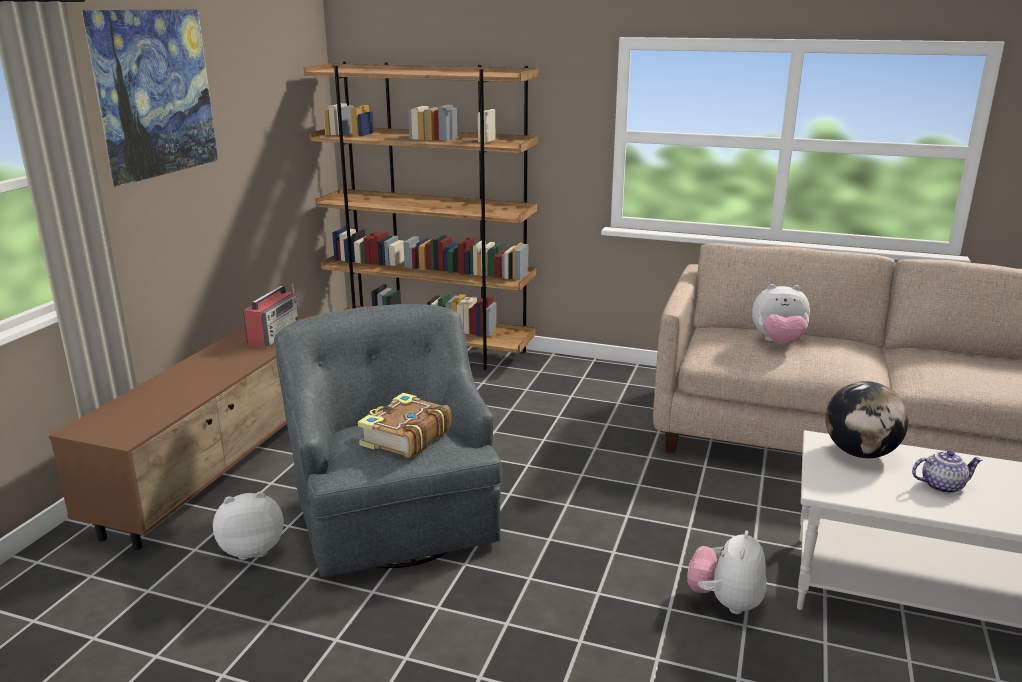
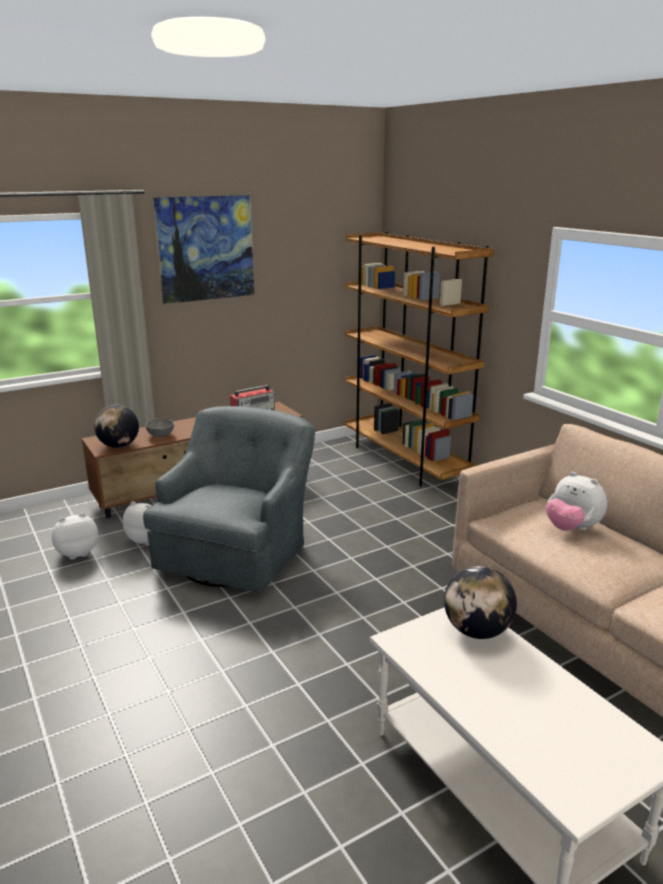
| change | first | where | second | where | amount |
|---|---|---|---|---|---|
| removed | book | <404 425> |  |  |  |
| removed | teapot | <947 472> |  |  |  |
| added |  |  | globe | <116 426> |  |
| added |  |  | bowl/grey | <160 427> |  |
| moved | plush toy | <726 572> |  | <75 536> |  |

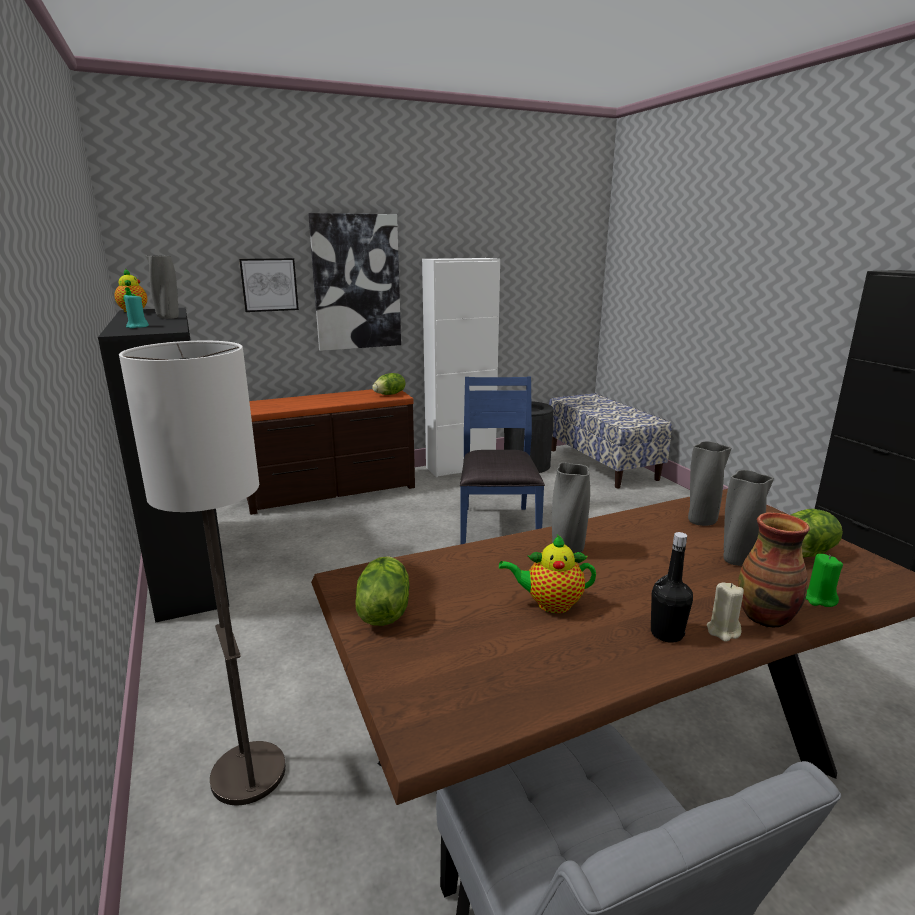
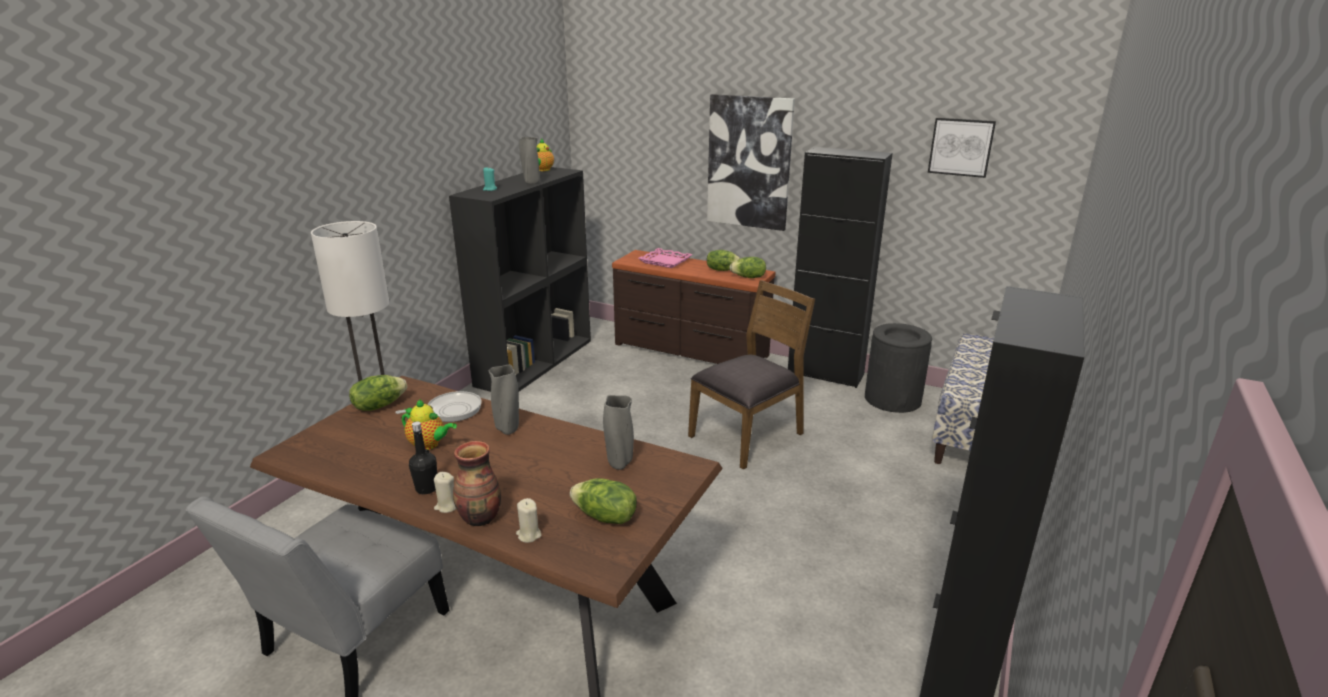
| change | first | where | second | where | amount |
|---|---|---|---|---|---|
| removed | vase/grey | <748 518> |  |  |  |
| added |  |  | frying pan | <438 406> |  |
| added |  |  | tray/pink | <665 258> |  |
| added |  |  | lettuce | <724 260> |  |
| moved | picture | <269 285> |  | <962 148> |  |
| recoloured | cabinet/white | <461 367> | cabinet/black | <840 267> |  |
| recoloured | chair/blue | <502 461> | chair/brown | <751 375> |  |
| recoloured | candle/green | <824 580> | candle/beige | <528 520> |  |
| turned | teapot | <547 573> |  | <429 424> | 150 degrees clockwise |

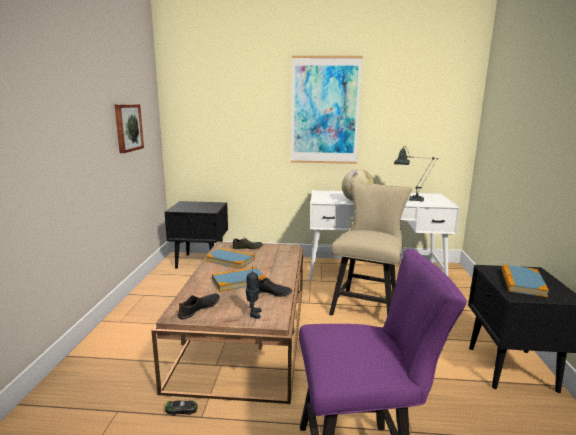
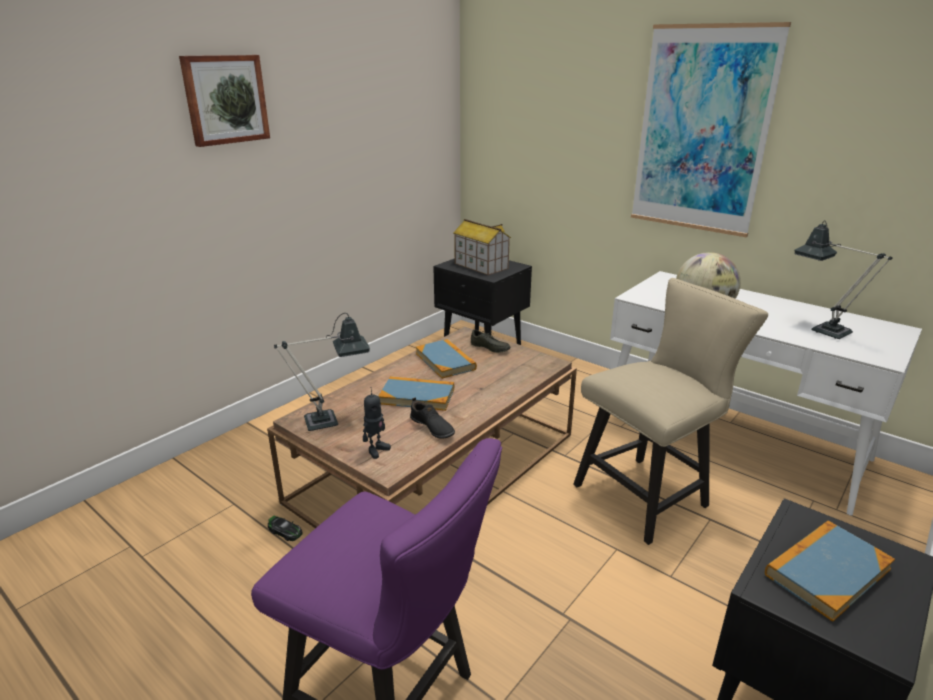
| change | first | where | second | where | amount |
|---|---|---|---|---|---|
| added |  |  | toy house | <482 247> |  |
| moved | picture | <129 128> |  | <224 101> |  |
| replaced | shoe/black | <198 306> | table lamp | <322 372> |  |

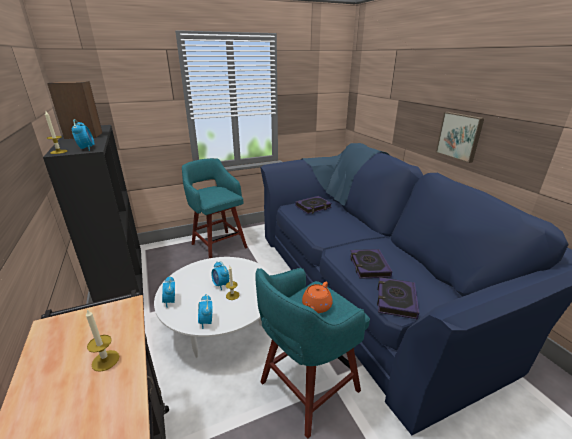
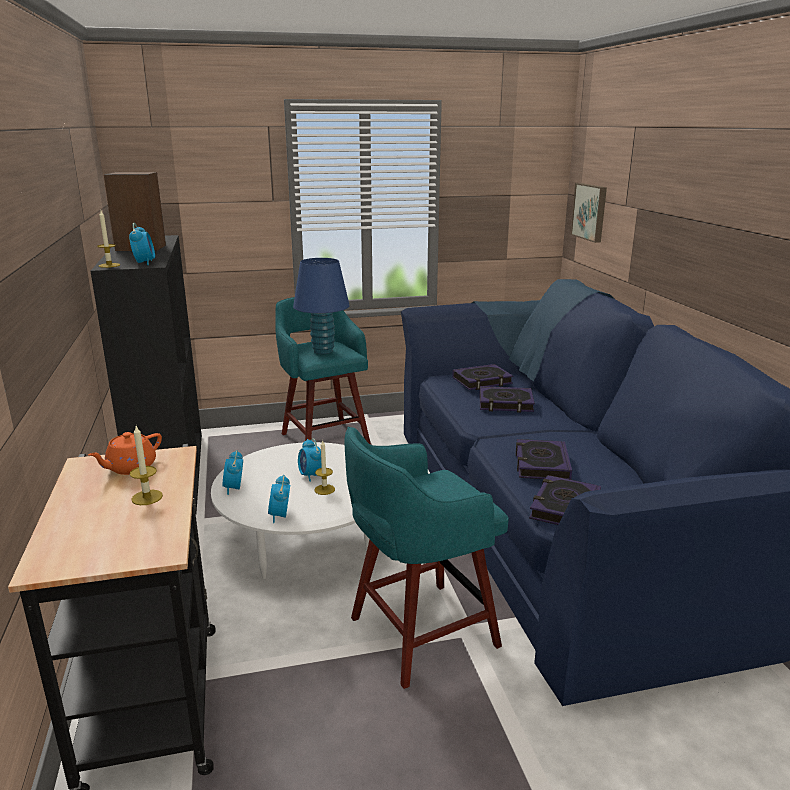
| change | first | where | second | where | amount |
|---|---|---|---|---|---|
| added |  |  | table lamp/blue | <321 306> |  |
| added |  |  | book | <507 399> |  |
| moved | teapot/orange | <317 297> |  | <125 453> |  |
| moved | picture | <460 137> |  | <588 213> |  |

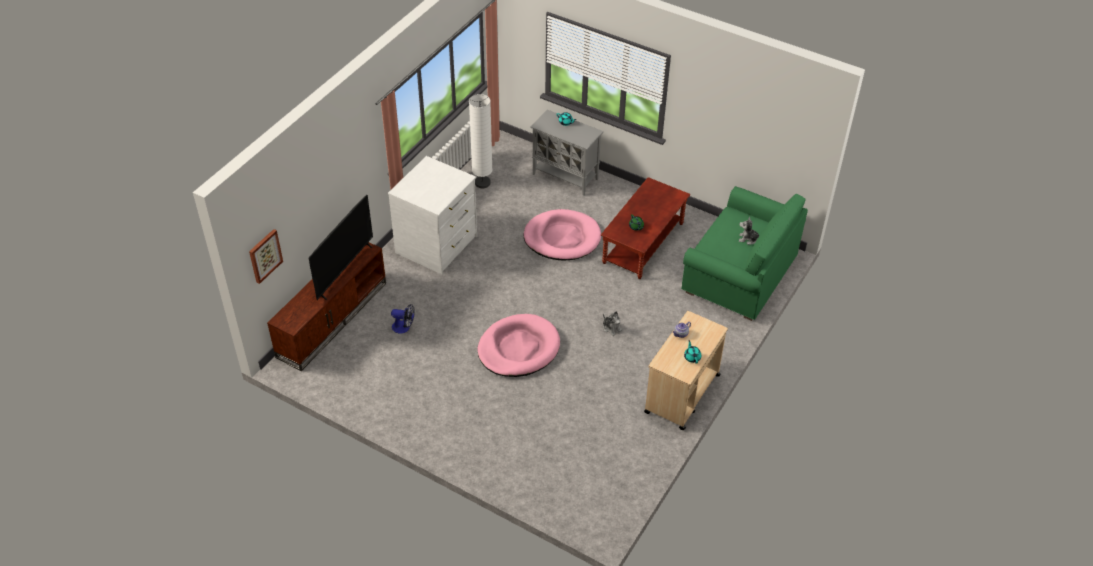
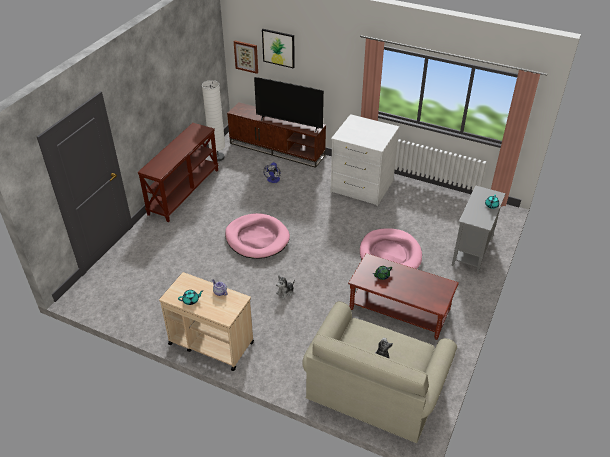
| change | first | where | second | where | amount |
|---|---|---|---|---|---|
| added |  |  | console table/brown | <177 172> |  |
| added |  |  | picture | <278 49> |  |
| moved | floor lamp/white | <481 141> |  | <213 120> |  |
| recoloured | sofa/green | <744 253> | sofa/beige | <379 372> |  |

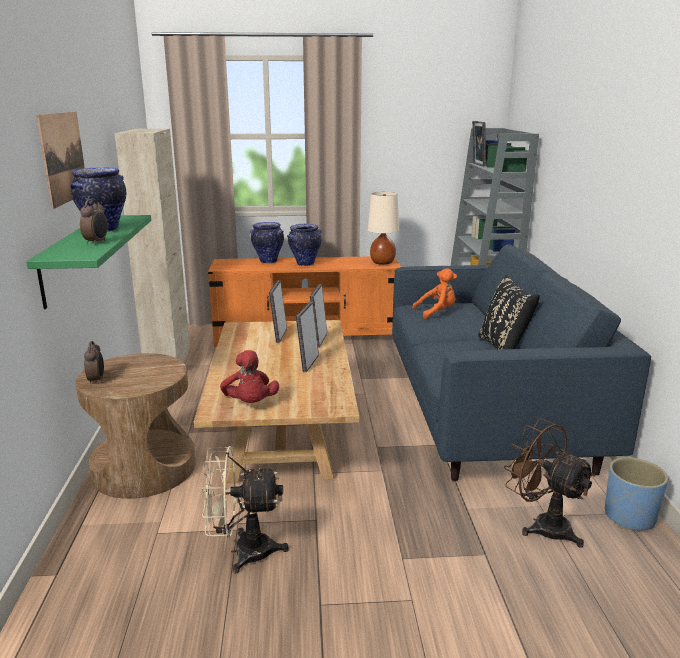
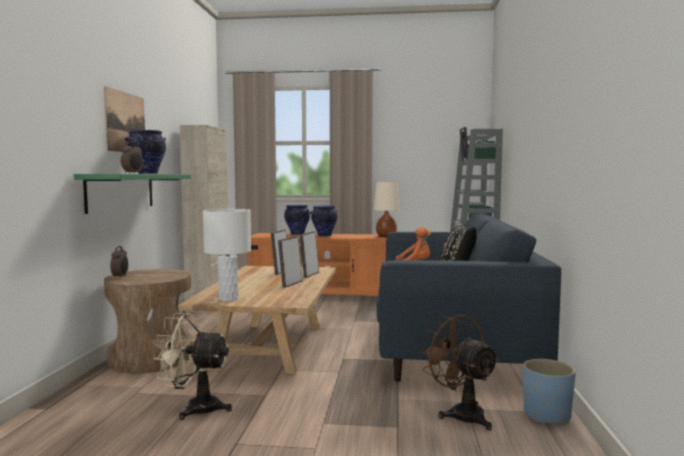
| change | first | where | second | where | amount |
|---|---|---|---|---|---|
| replaced | plush toy/red | <249 376> | table lamp/white | <227 255> |  |

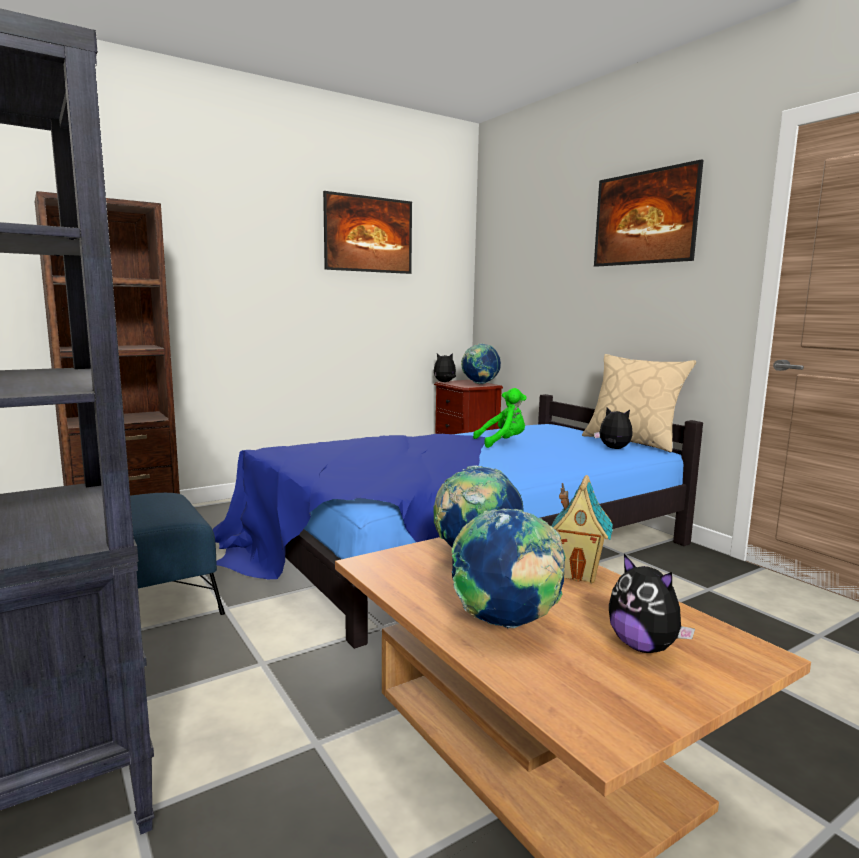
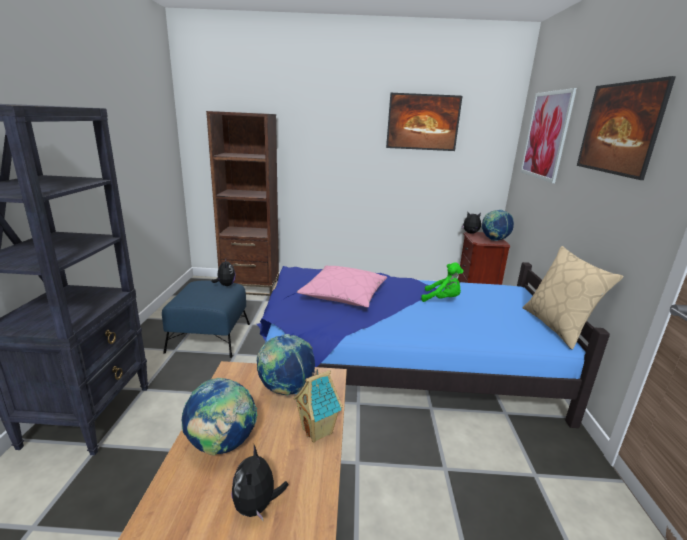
| change | first | where | second | where | amount |
|---|---|---|---|---|---|
| added |  |  | pillow/pink | <342 286> |  |
| added |  |  | picture | <548 135> |  |
| moved | plush toy | <613 428> |  | <224 272> |  |

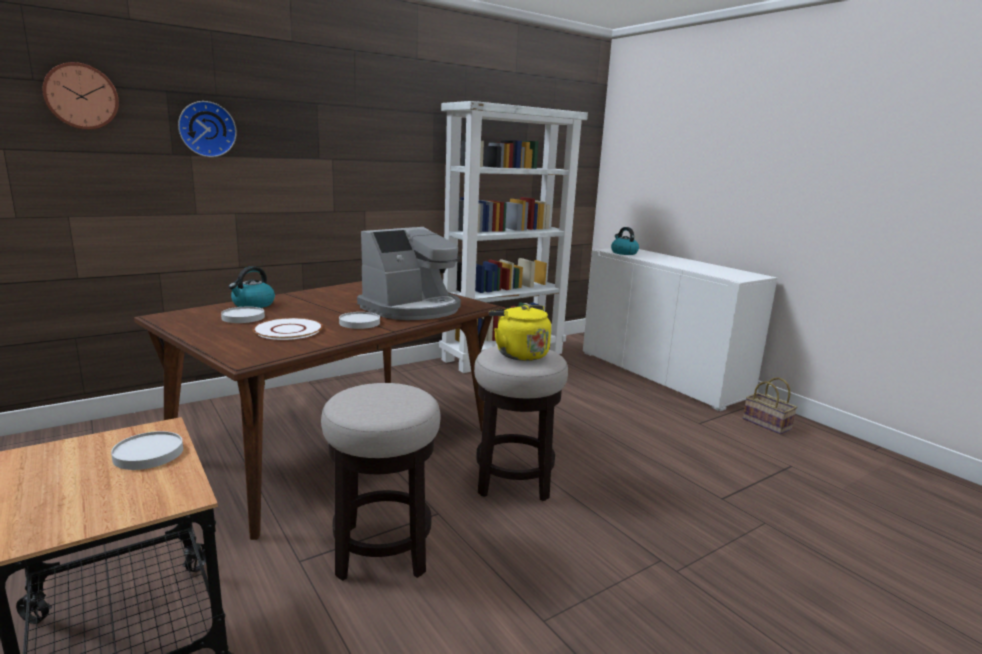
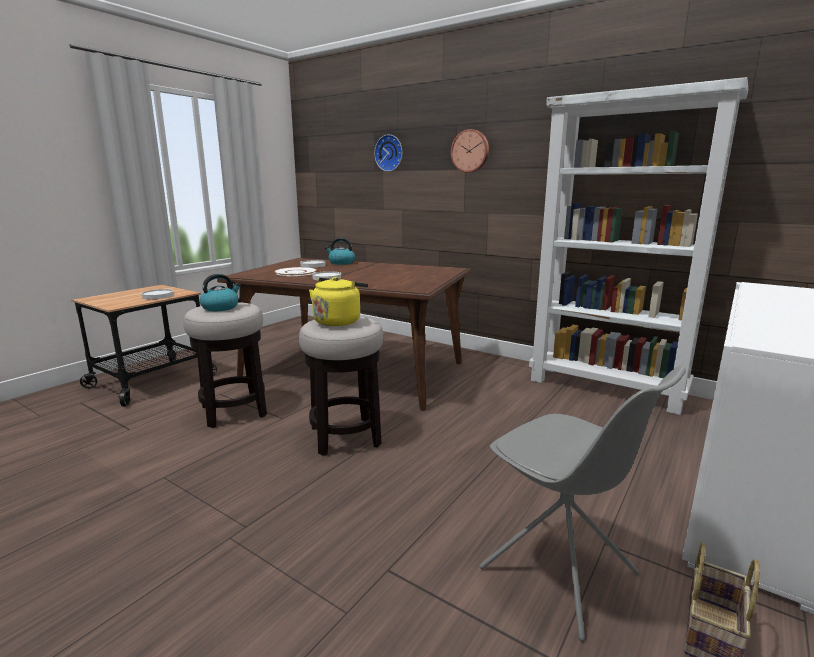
| change | first | where | second | where | amount |
|---|---|---|---|---|---|
| removed | coffee machine | <409 273> |  |  |  |
| added |  |  | chair/grey | <582 503> |  |
| moved | wall clock | <80 96> |  | <470 151> |  |
| moved | kettle | <625 241> |  | <220 292> |  |

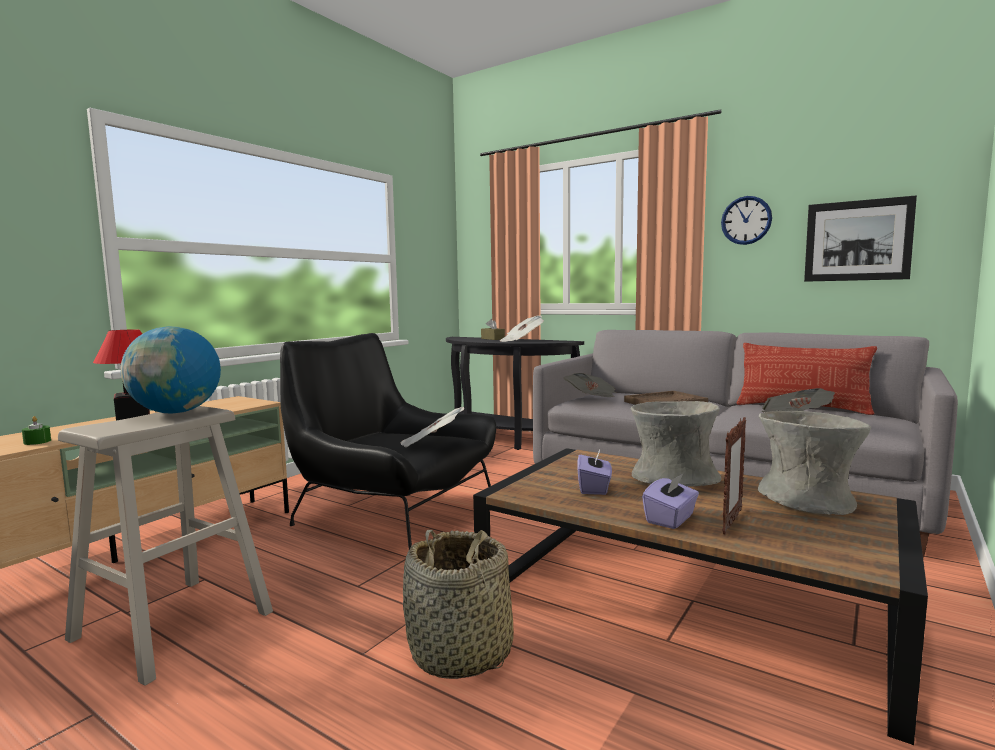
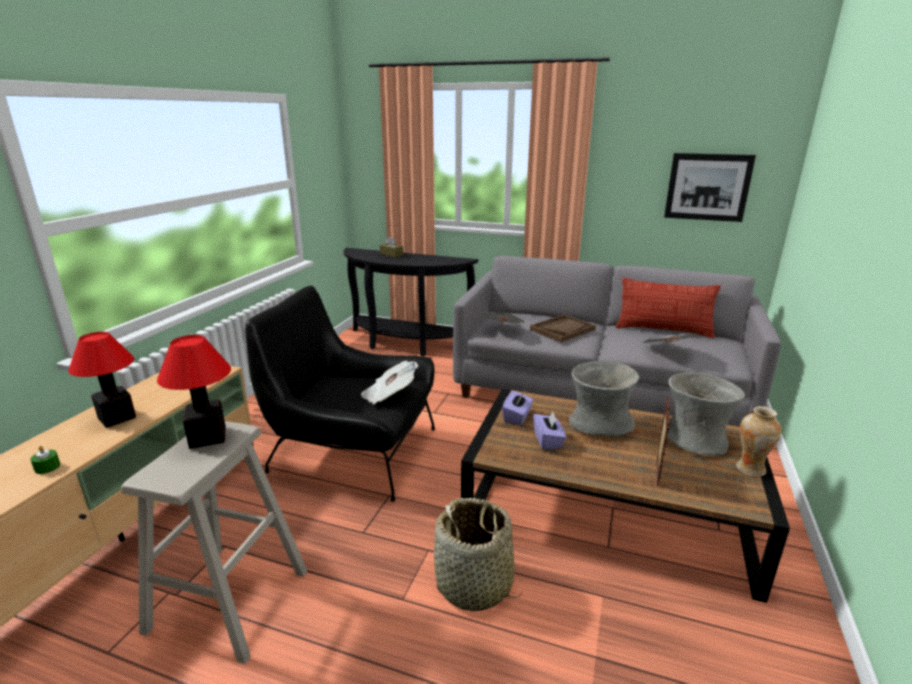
| change | first | where | second | where | amount |
|---|---|---|---|---|---|
| removed | newspaper | <522 328> |  |  |  |
| removed | wall clock | <746 220> |  |  |  |
| added |  |  | vase | <759 441> |  |
| moved | tissue box/purple | <670 501> |  | <517 408> |  |
| replaced | globe | <171 370> | table lamp | <194 392> |  |

